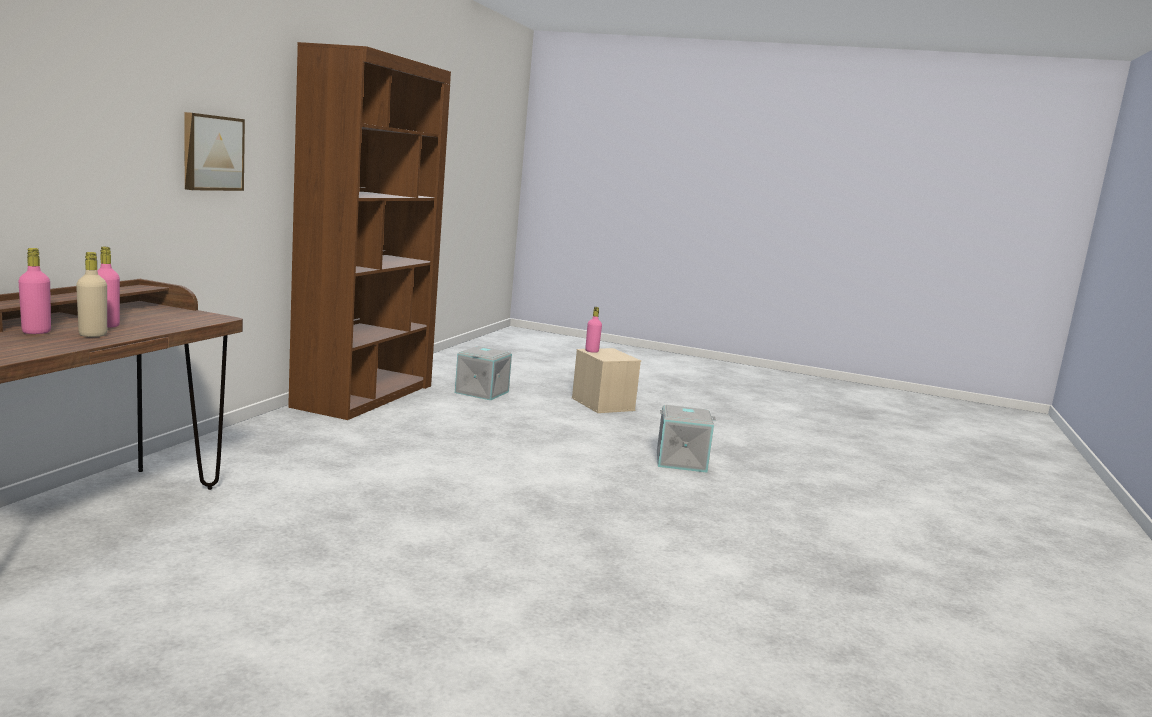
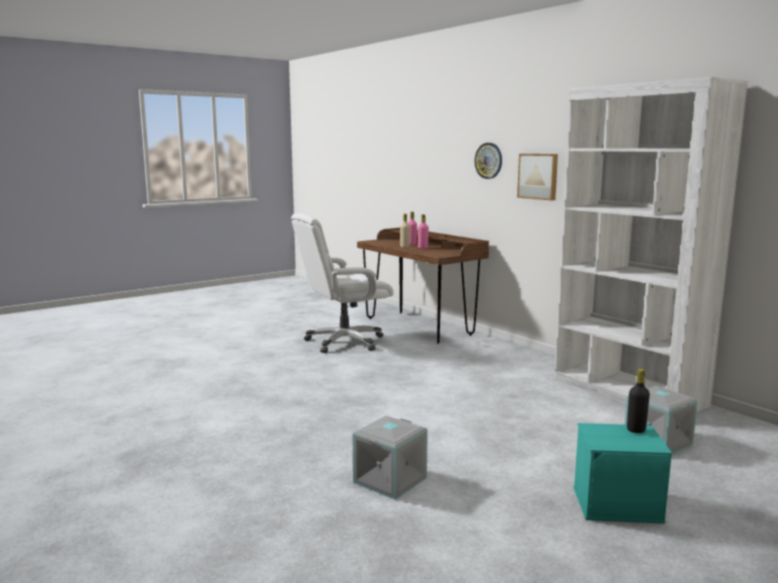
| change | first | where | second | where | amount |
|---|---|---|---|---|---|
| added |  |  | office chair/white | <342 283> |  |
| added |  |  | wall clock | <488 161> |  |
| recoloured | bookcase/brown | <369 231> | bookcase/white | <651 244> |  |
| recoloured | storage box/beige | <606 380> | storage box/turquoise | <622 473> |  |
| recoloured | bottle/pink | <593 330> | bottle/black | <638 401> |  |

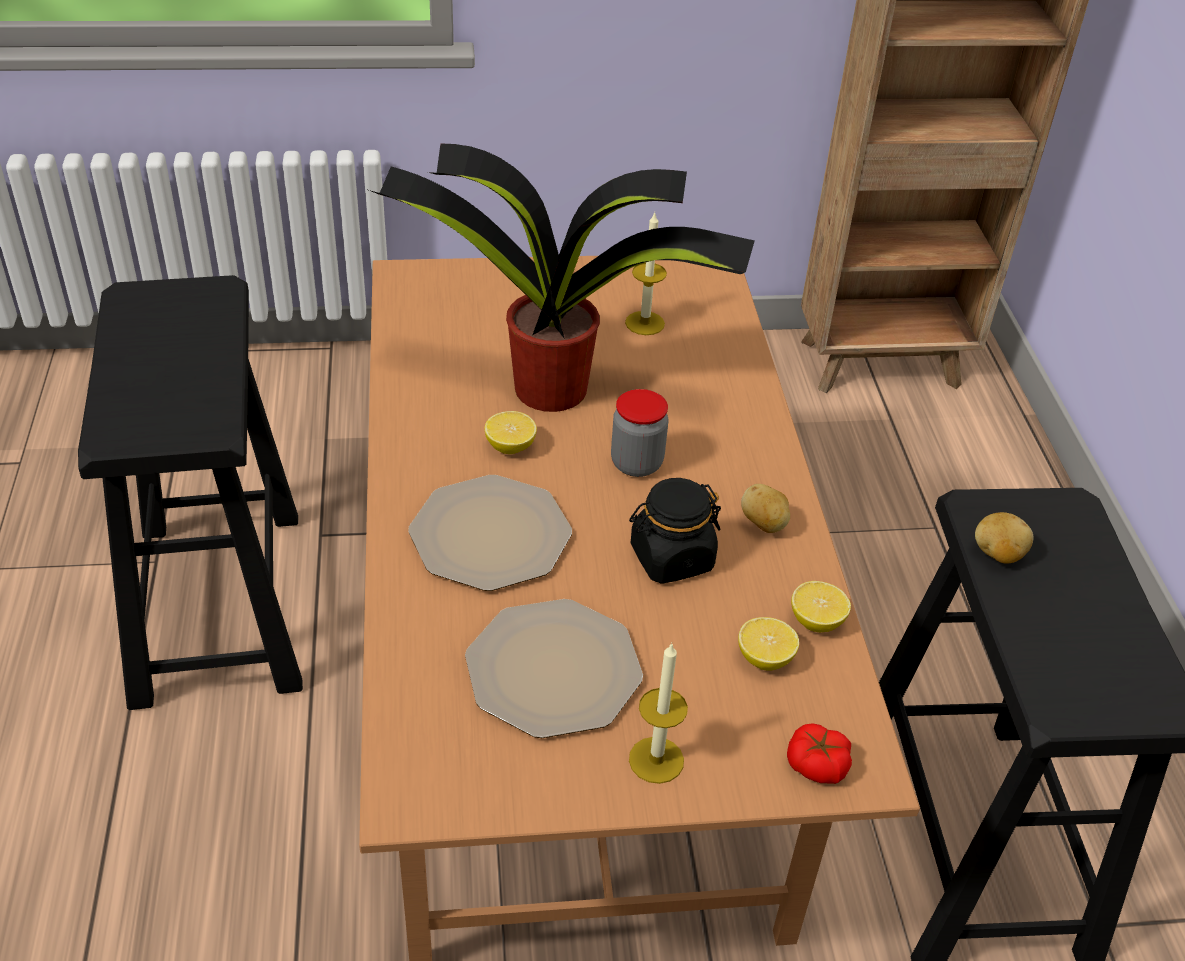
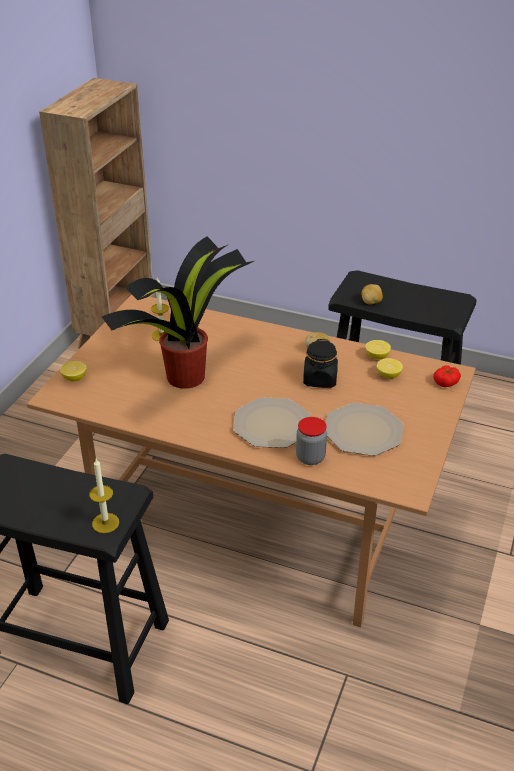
| change | first | where | second | where | amount |
|---|---|---|---|---|---|
| moved | lemon | <511 432> |  | <73 371> |  |
| moved | jar | <639 433> |  | <311 441> |  |
| moved | candle | <658 713> |  | <104 496> |  |

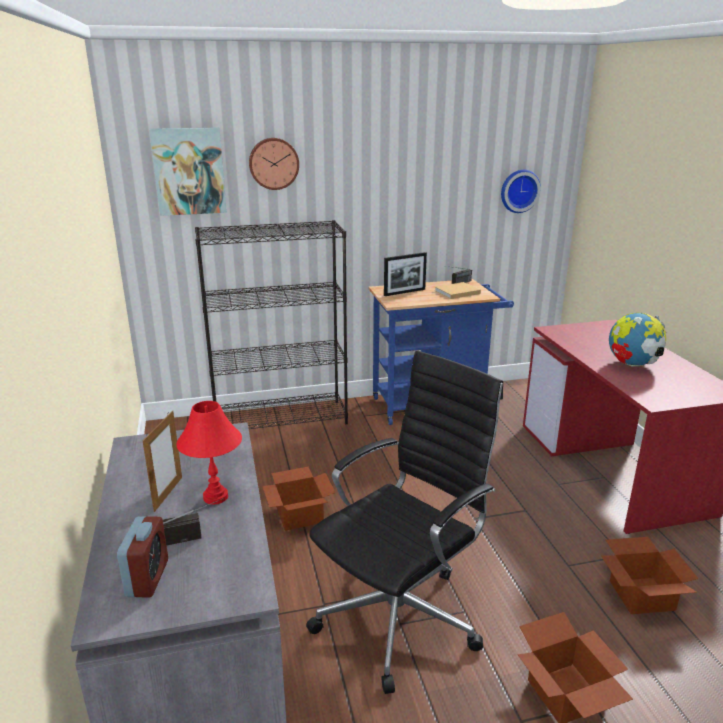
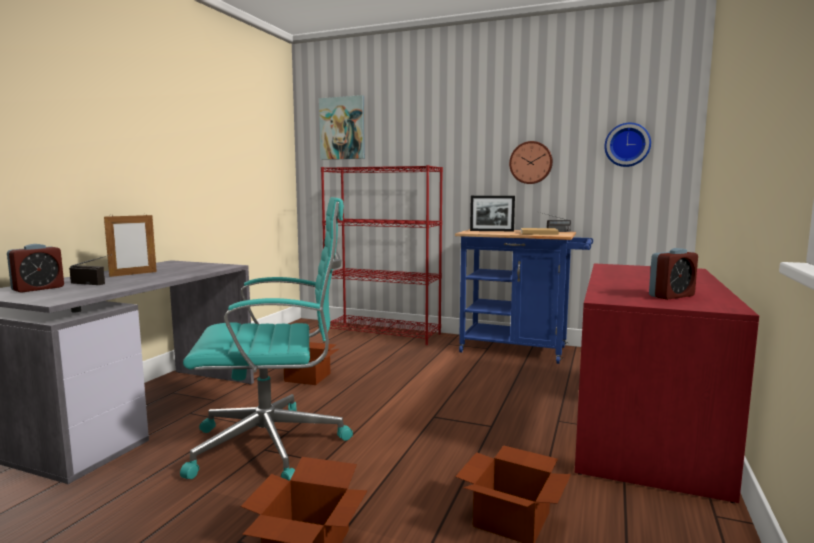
| change | first | where | second | where | amount |
|---|---|---|---|---|---|
| removed | table lamp/red | <209 453> |  |  |  |
| removed | globe | <637 340> |  |  |  |
| added |  |  | alarm clock | <673 274> |  |
| moved | wall clock | <274 164> |  | <531 162> |  |
| recoloured | bookcase/black | <271 324> | bookcase/red | <382 255> |  |
| recoloured | office chair/black | <404 522> | office chair/turquoise | <266 339> |  |

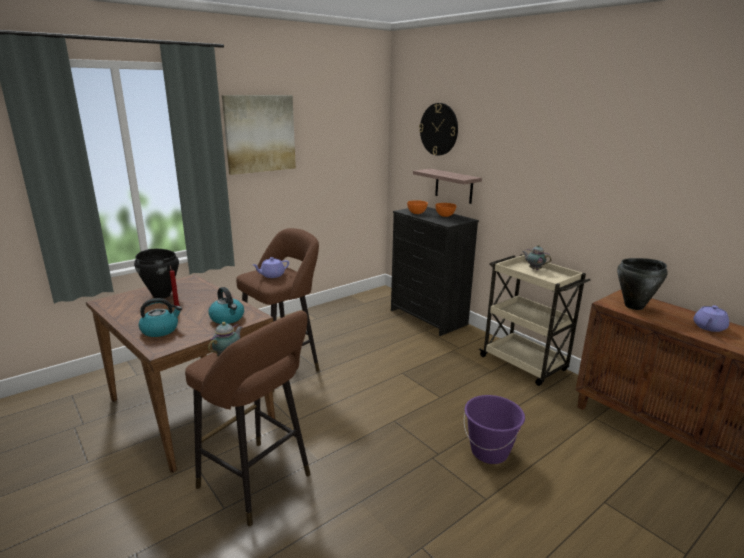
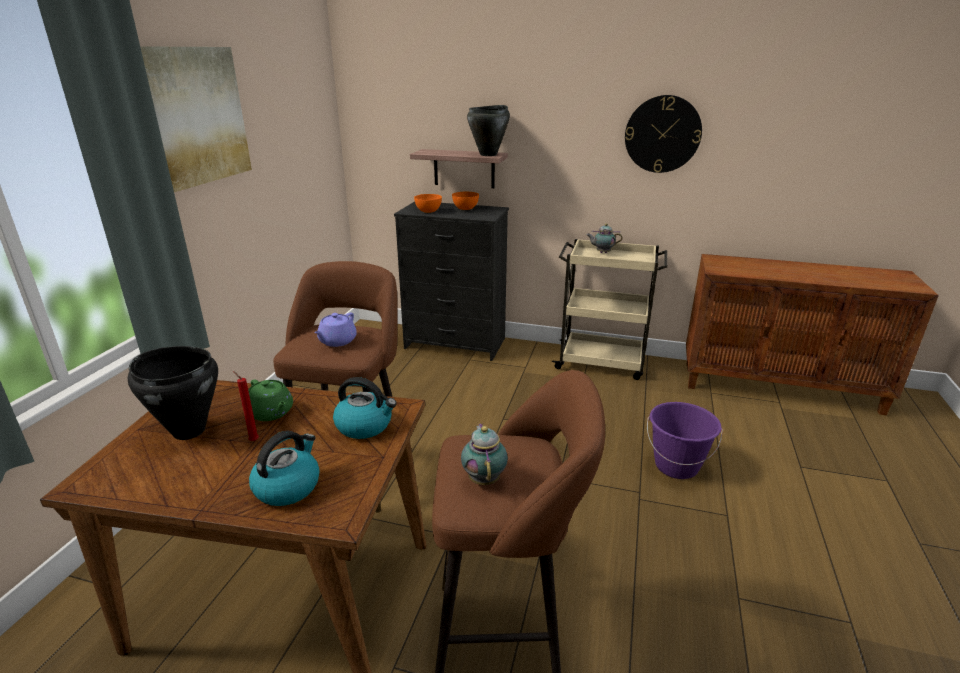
| change | first | where | second | where | amount |
|---|---|---|---|---|---|
| removed | teapot/purple | <711 318> |  |  |  |
| added |  |  | teapot/green | <270 400> |  |
| moved | wall clock | <438 129> |  | <663 134> |  |
| moved | cooking pot/black | <642 284> |  | <488 130> |  |

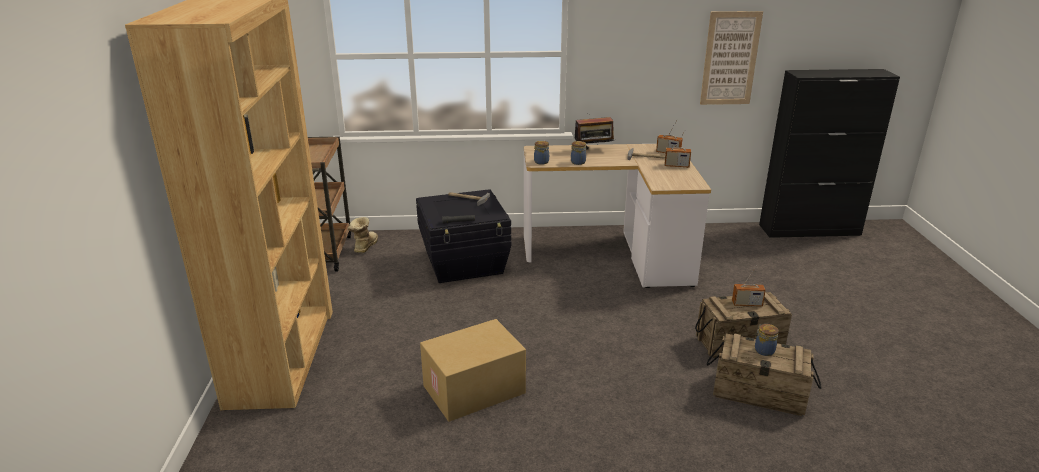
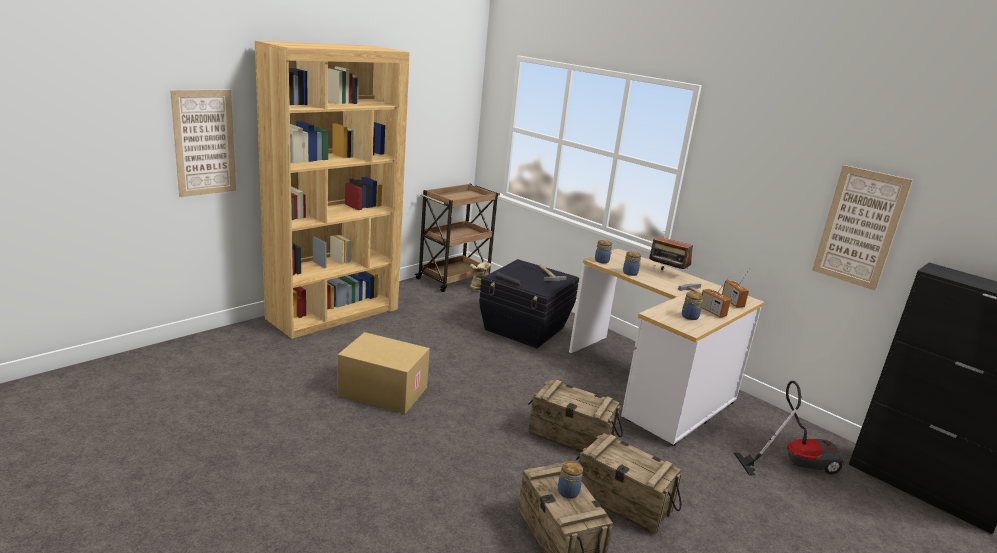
| change | first | where | second | where | amount |
|---|---|---|---|---|---|
| removed | radio | <749 285> |  |  |  |
| added |  |  | picture | <203 143> |  |
| added |  |  | crate | <575 416> |  |
| added |  |  | jar | <692 306> |  |
| added |  |  | vacuum cleaner | <789 428> |  |

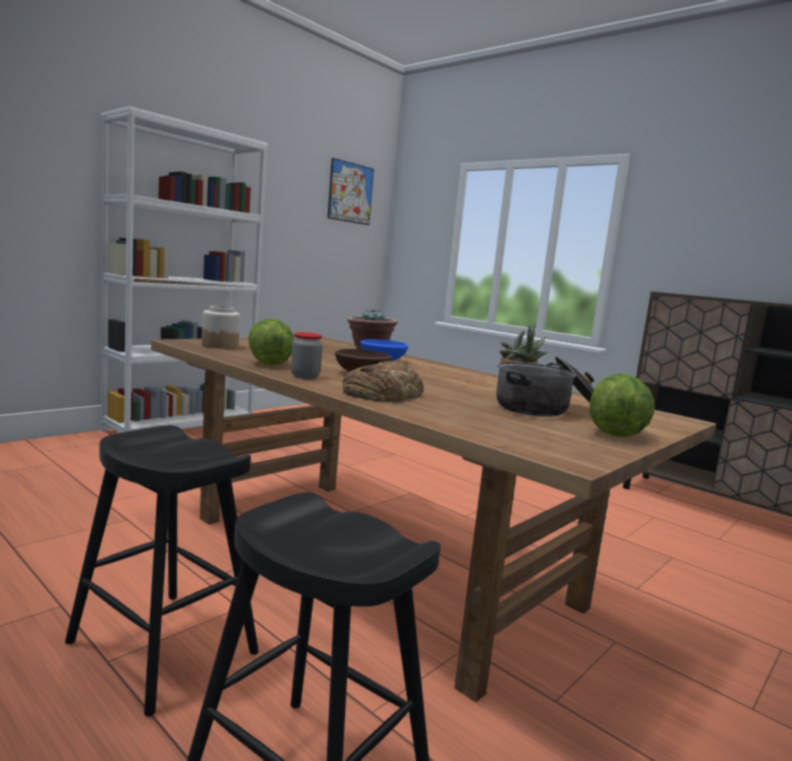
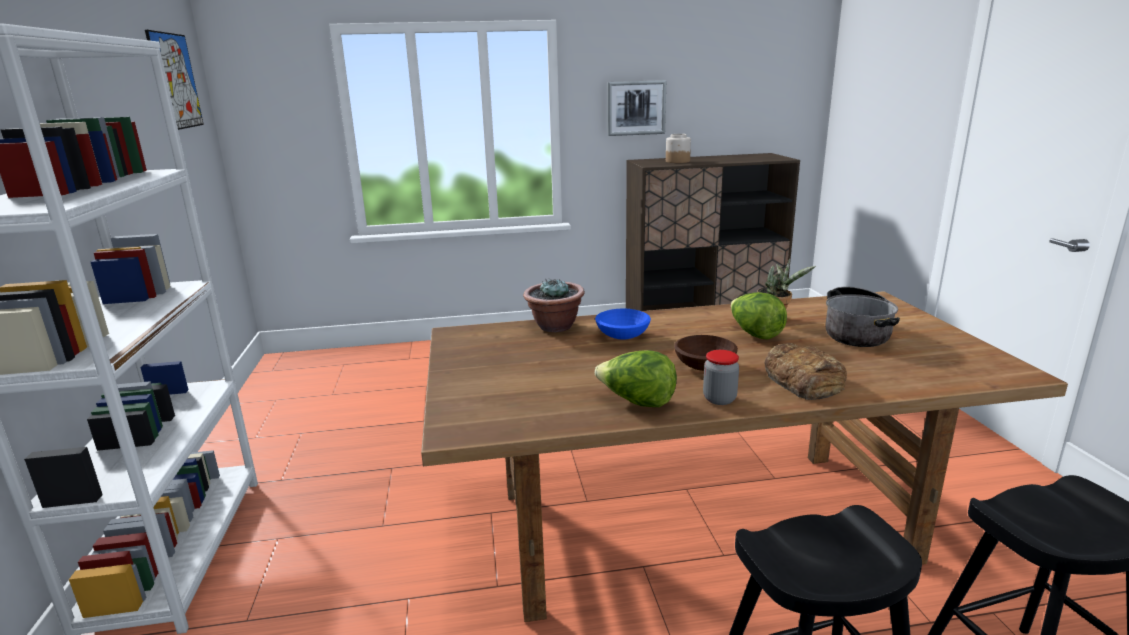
| change | first | where | second | where | amount |
|---|---|---|---|---|---|
| added |  |  | picture | <636 108> |  |
| moved | jar | <221 327> |  | <678 148> |  |
| moved | lettuce | <622 405> |  | <759 316> |  |

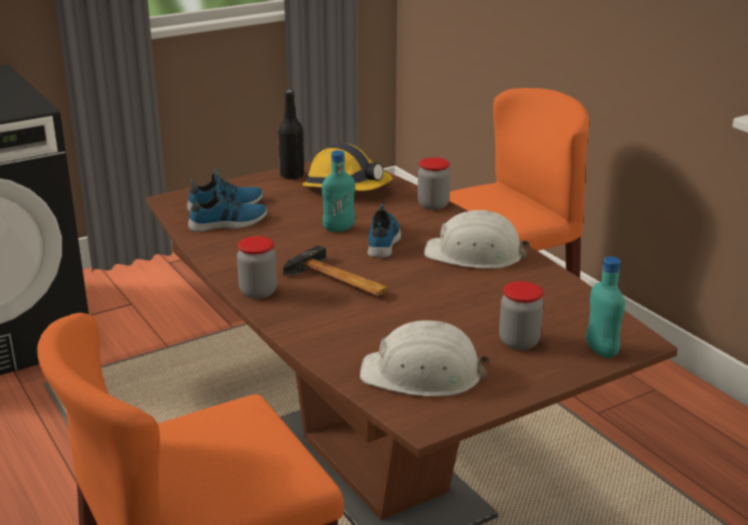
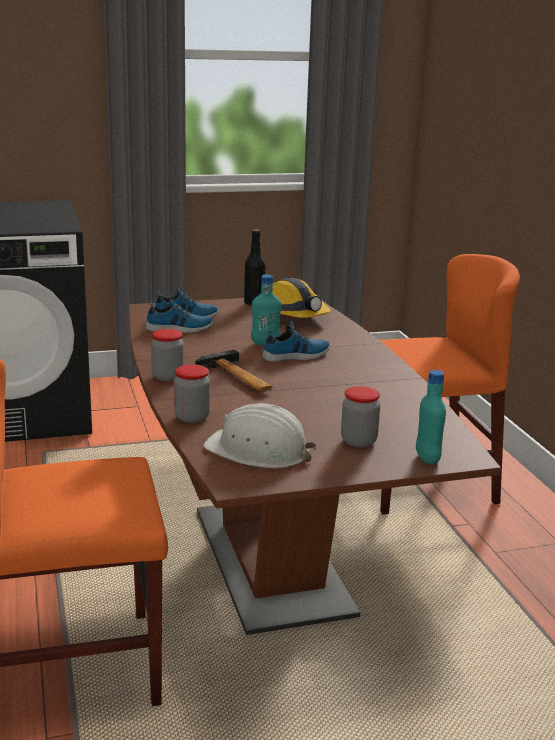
| change | first | where | second | where | amount |
|---|---|---|---|---|---|
| removed | hard hat/white | <477 239> |  |  |  |
| moved | jar | <434 183> |  | <192 393> |  |
| turned | shoe | <384 231> |  | <296 341> | 45 degrees clockwise |

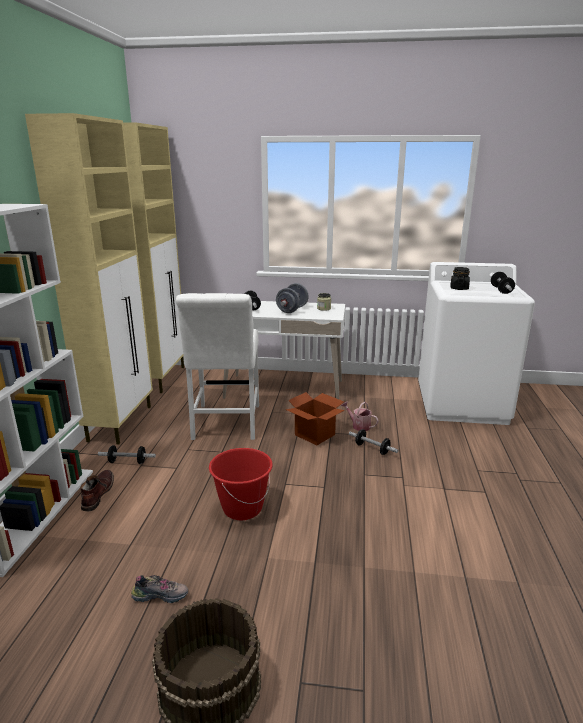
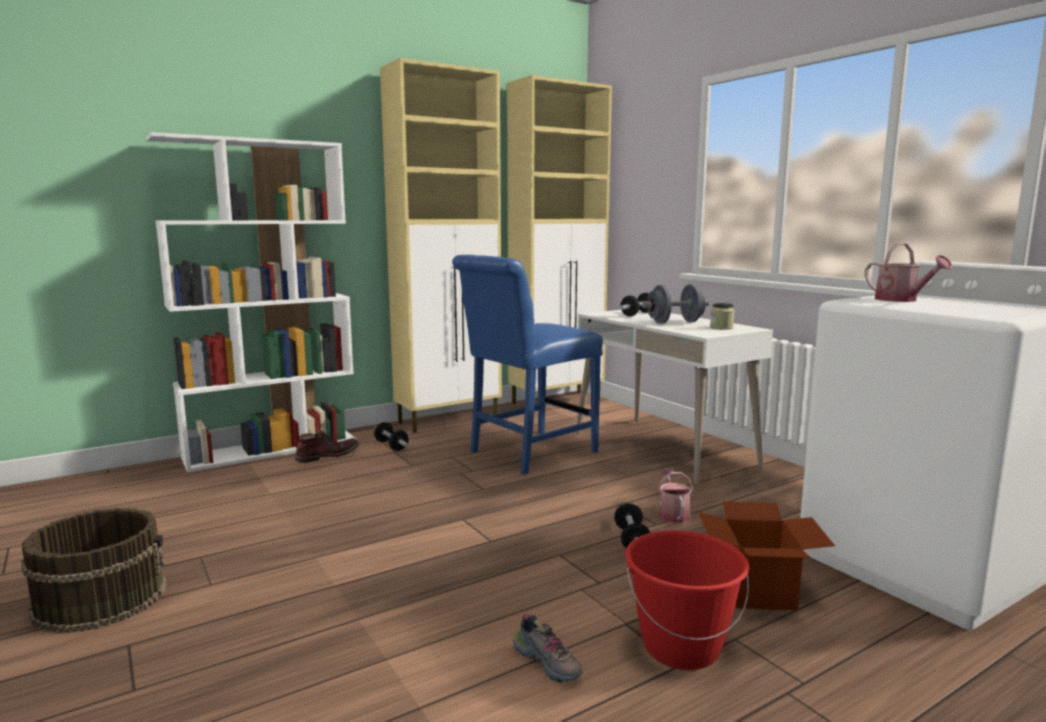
| change | first | where | second | where | amount |
|---|---|---|---|---|---|
| removed | dumbbell | <503 283> |  |  |  |
| moved | shoe | <159 589> |  | <547 648> |  |
| moved | bucket/red | <241 484> |  | <687 600> |  |
| moved | cardboard box | <315 418> |  | <766 555> |  |
| replaced | jar/black | <460 278> | watering can | <908 272> |  |
| recoloured | chair/white | <217 366> | chair/blue | <527 365> |  |

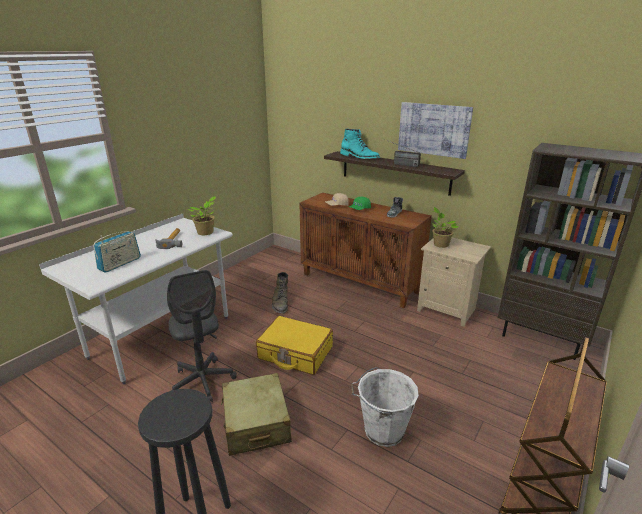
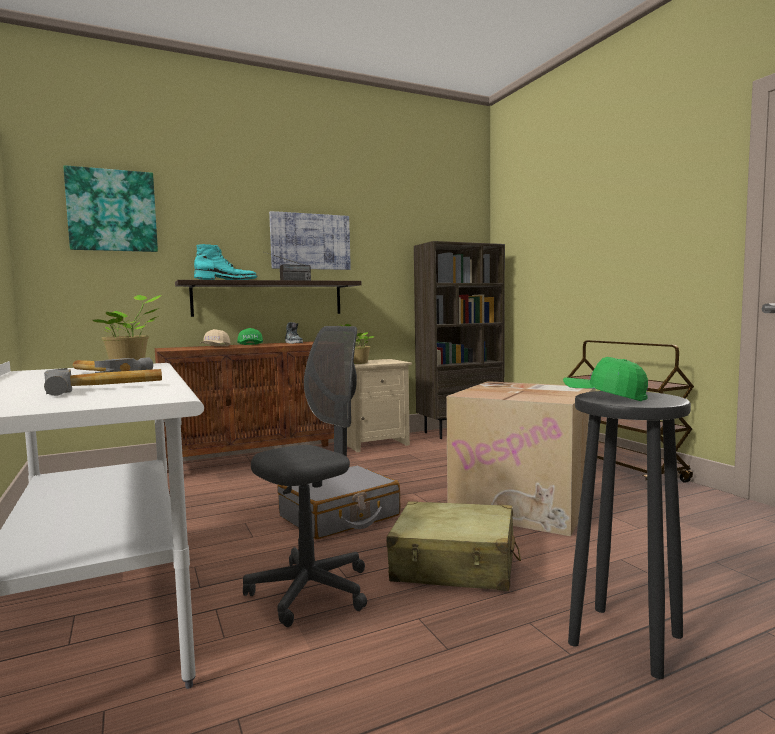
| change | first | where | second | where | amount |
|---|---|---|---|---|---|
| removed | boot/green | <280 292> |  |  |  |
| added |  |  | picture | <110 208> |  |
| added |  |  | cap/green | <605 379> |  |
| replaced | radio | <117 252> | hammer | <103 382> |  |
| replaced | bucket/white | <385 407> | cardboard box | <520 458> |  |
| recoloured | suitcase/yellow | <294 345> | suitcase/grey | <339 502> |  |
| turned | office chair/grey | <202 336> |  | <305 476> | 45 degrees counterclockwise |

